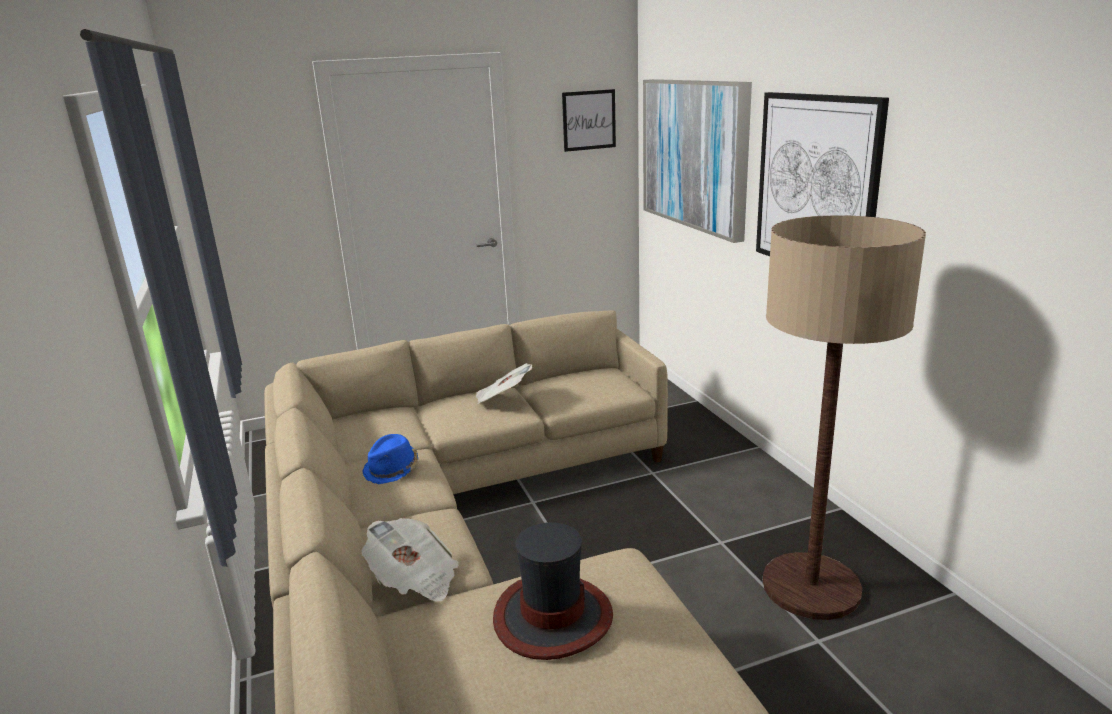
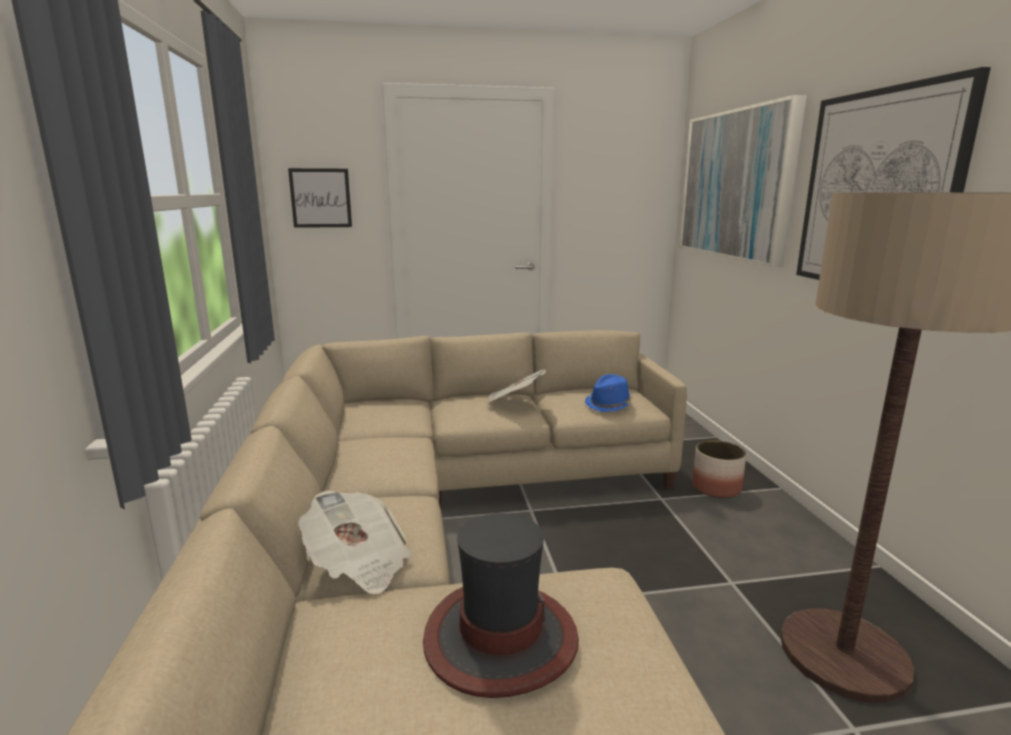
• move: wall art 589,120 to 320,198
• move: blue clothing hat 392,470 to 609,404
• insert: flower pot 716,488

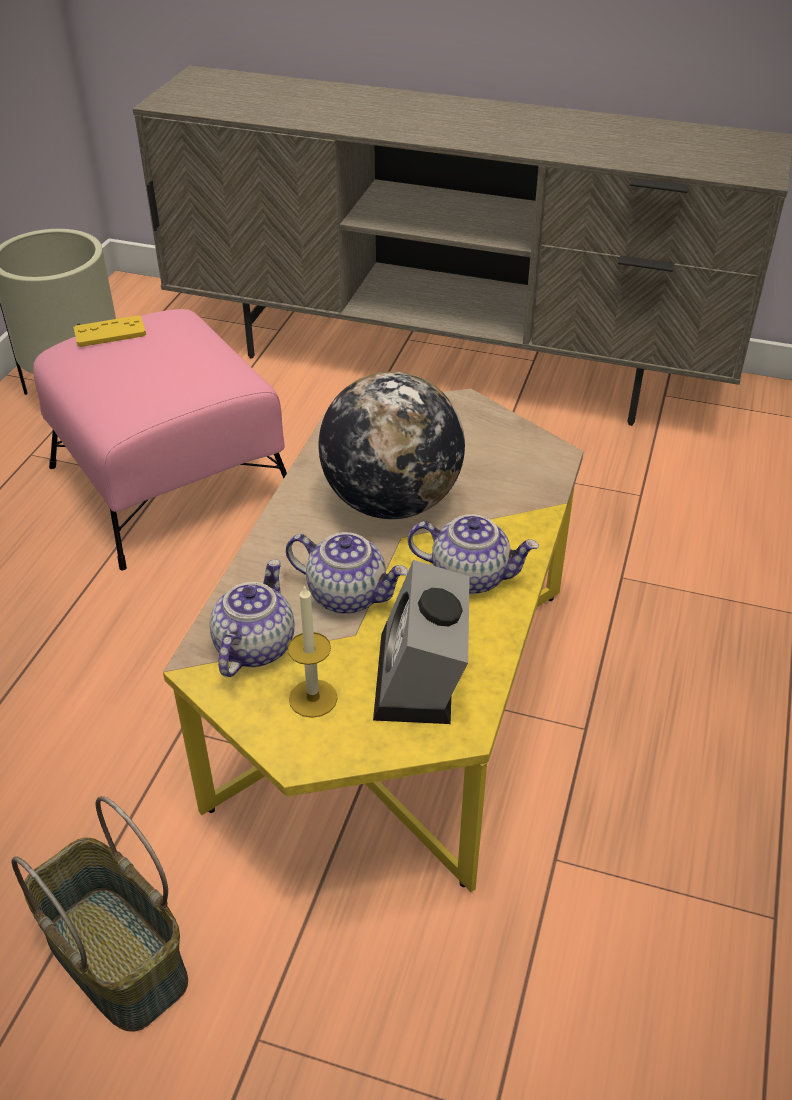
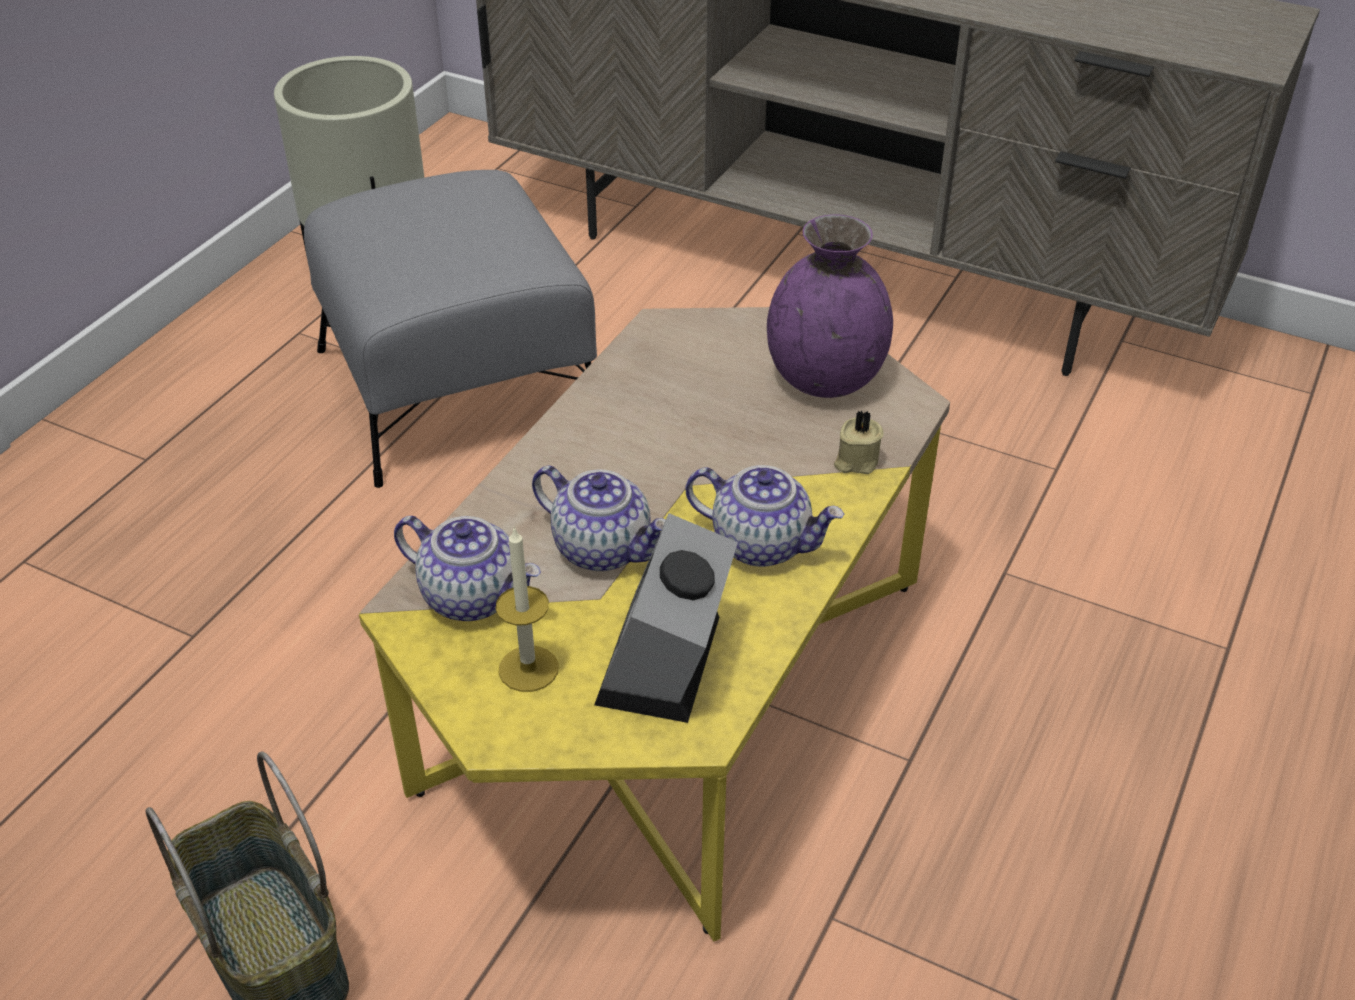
• recolor: pinkish ottoman 171,483 to grey ottoman 459,387
• delete: yellow game controller 110,333
• delete: world globe 391,502
• rotate: pot for tea 254,646 = 473,596 90 degrees clockwise
• insert: purple-coloured decorative vase 825,378
• insert: sand-coloured wax light 855,461

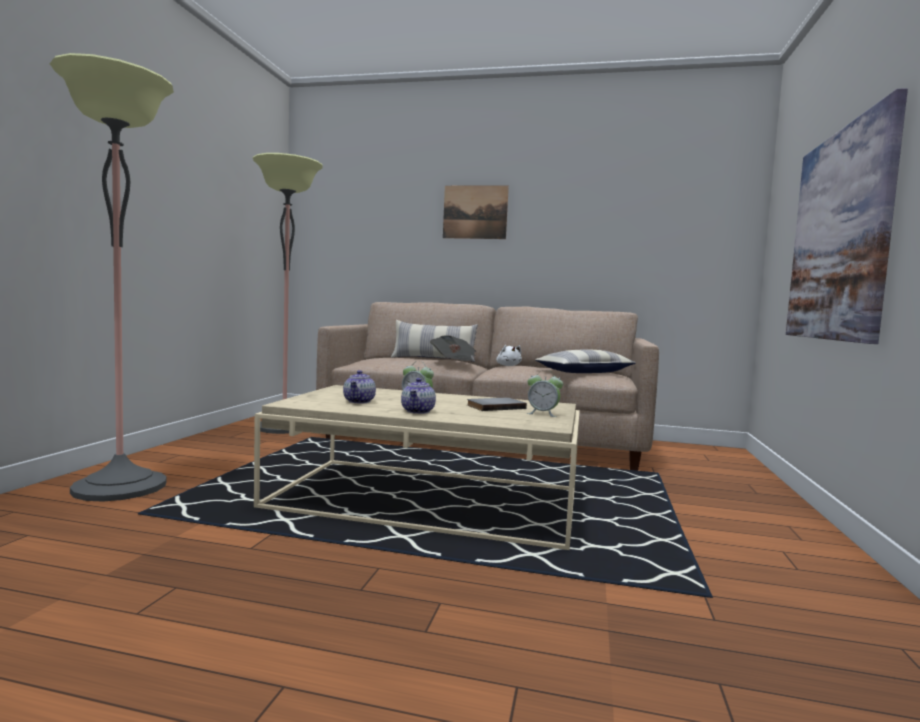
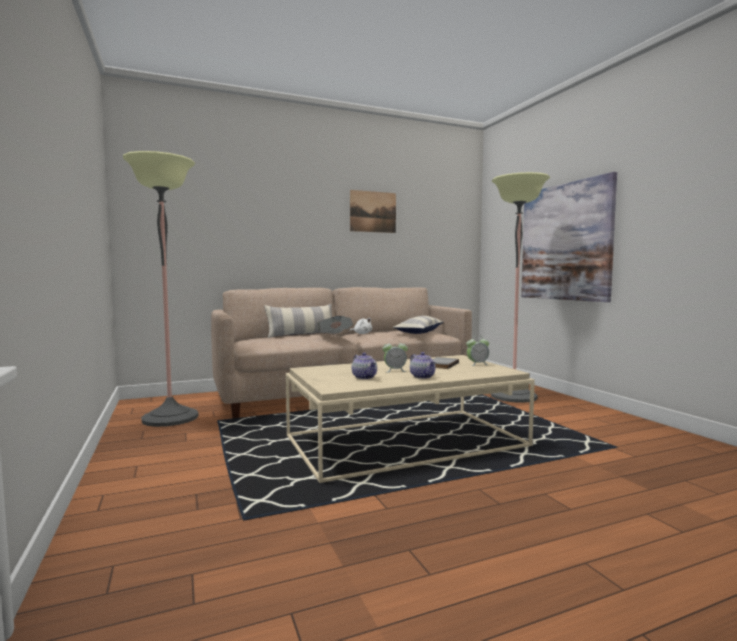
• move: standard lamp 120,487 to 513,396
• move: wall art 475,212 to 373,212

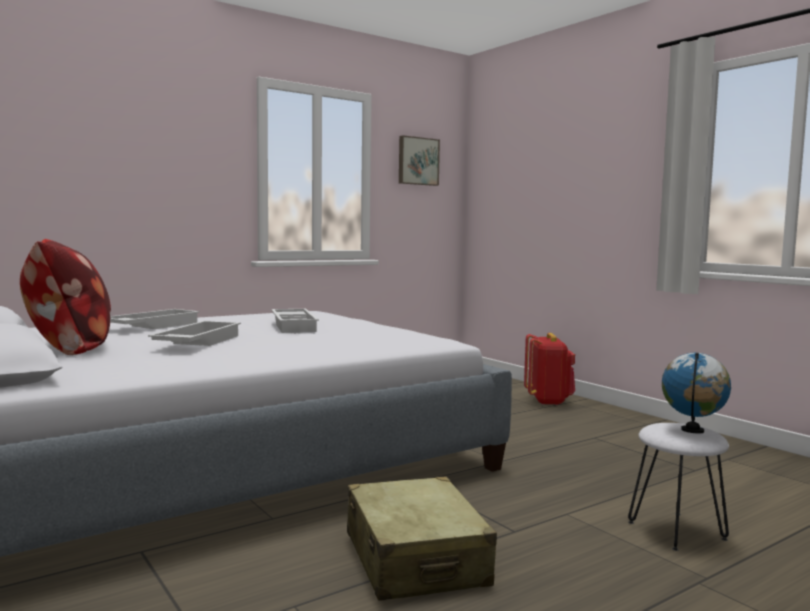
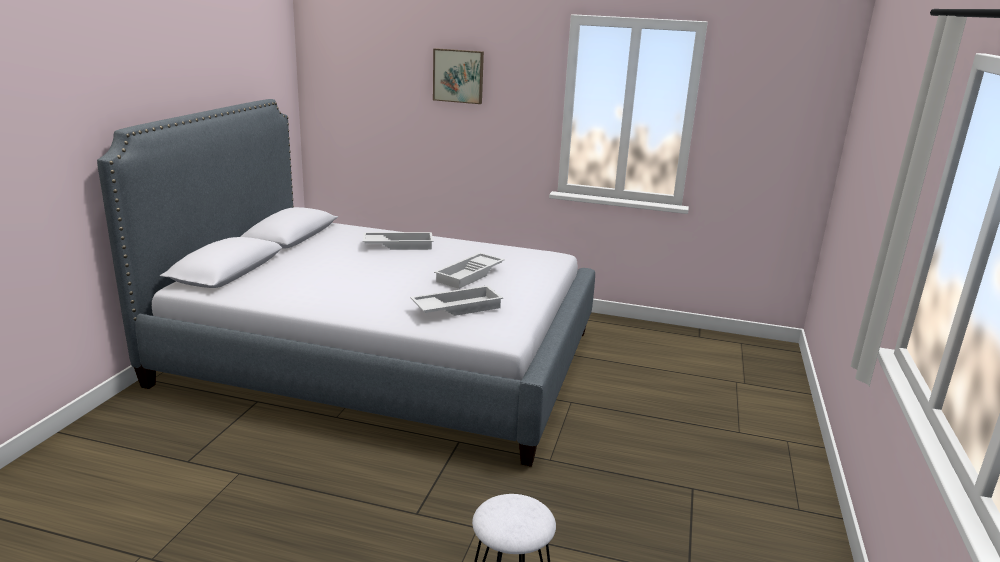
• move: wall art 417,161 to 458,76
• delete: throw pillow 68,347
• move: white-coloured serving tray 196,342 to 457,307
• delete: red-coloured rucksack 548,401
• delete: world globe 693,430
• delete: sand-coloured suitcase 415,559

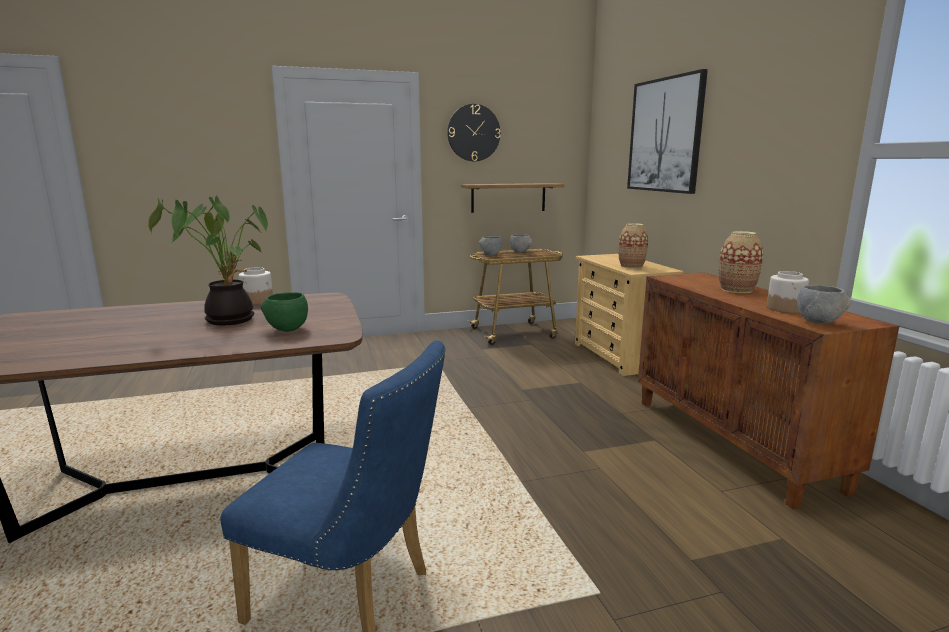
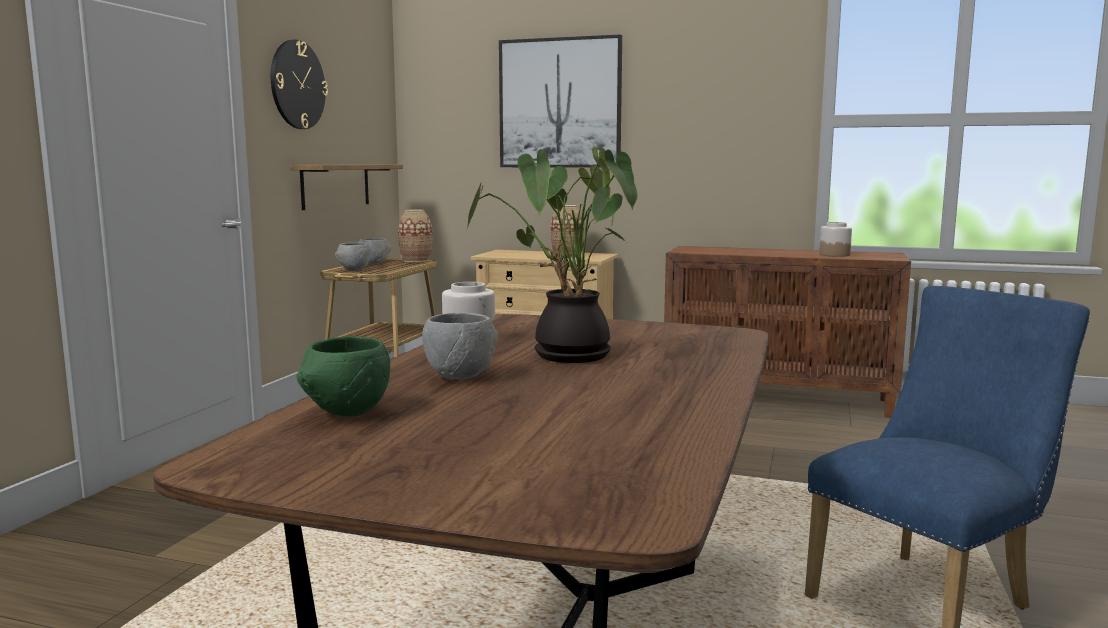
• move: decorative vase 736,290 to 416,260
• move: grey bowl 819,323 to 461,377
• move: greenish bowl 287,330 to 346,414

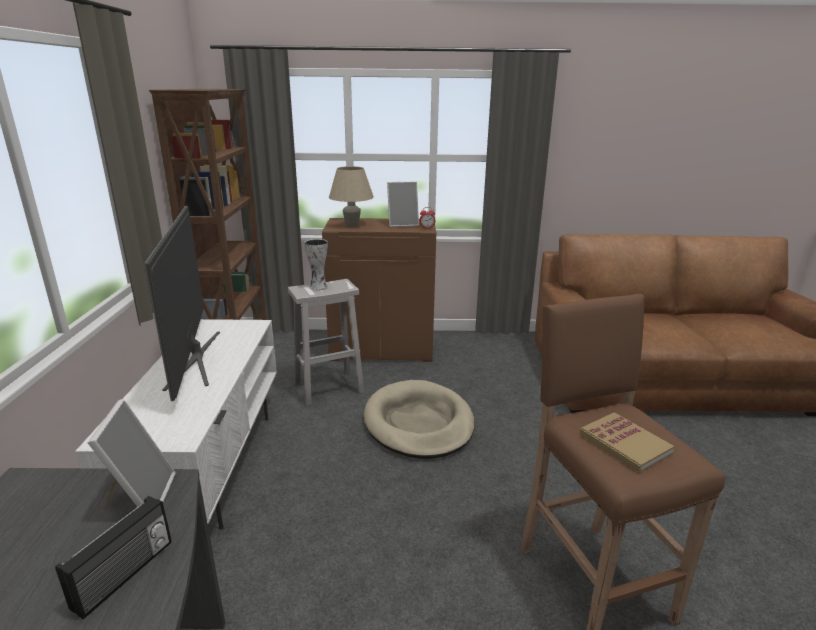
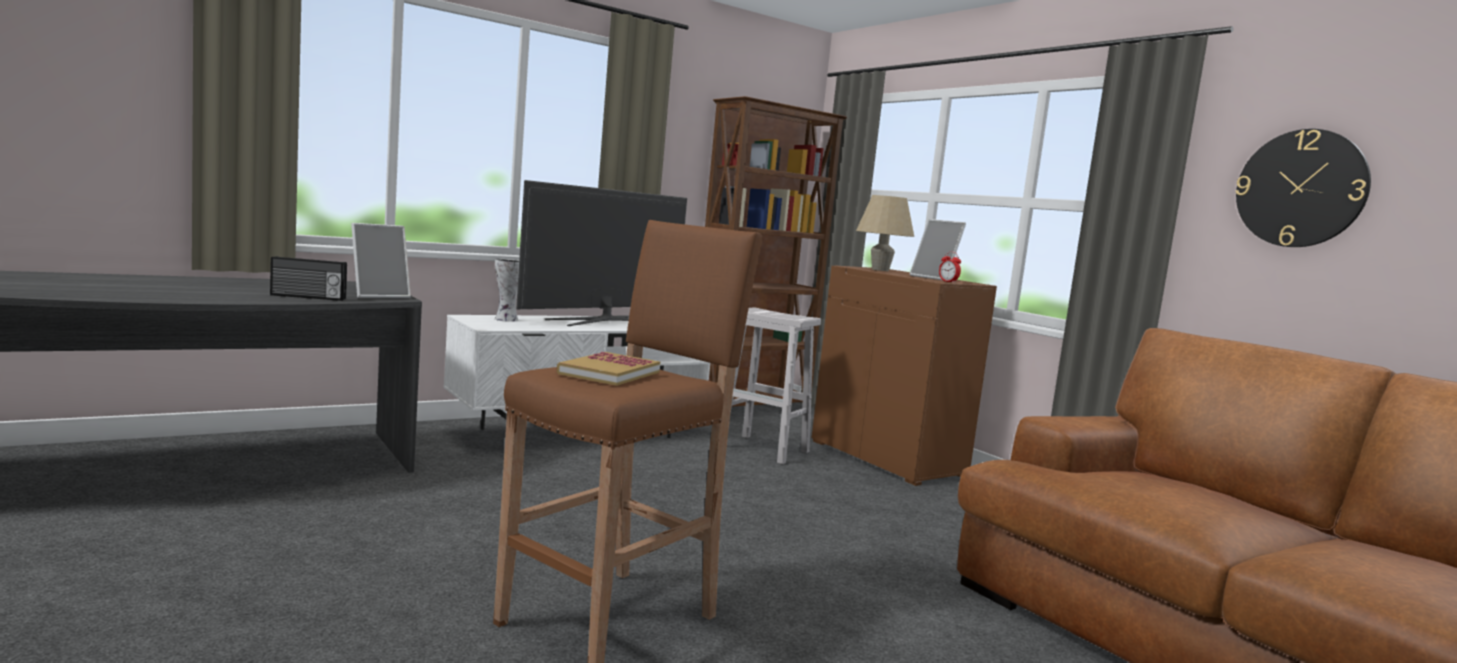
• move: decorative vase 319,287 to 505,319
• delete: sand-coloured dog cushion 418,423
• insert: wall clock 1300,188

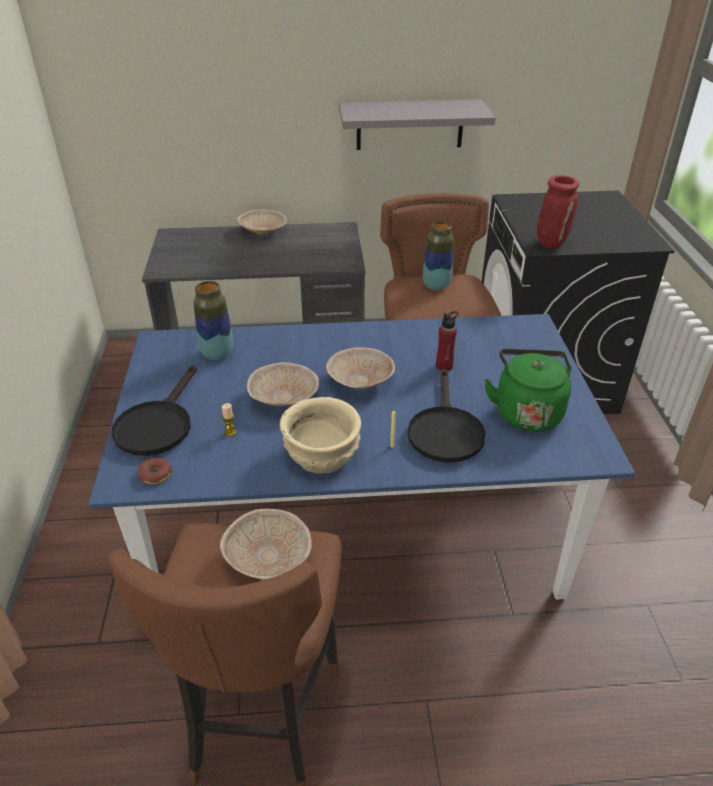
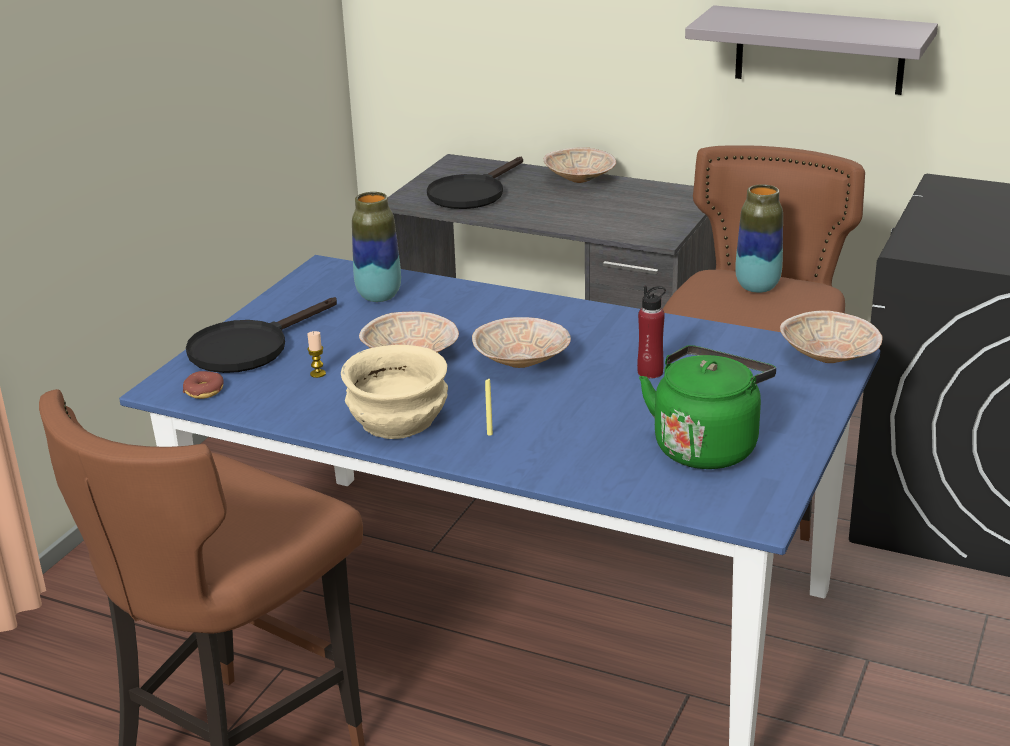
• delete: red-coloured decorative vase 551,243
• move: black skillet 444,430 to 471,193
• move: sand-coloured bowl 269,558 to 830,358

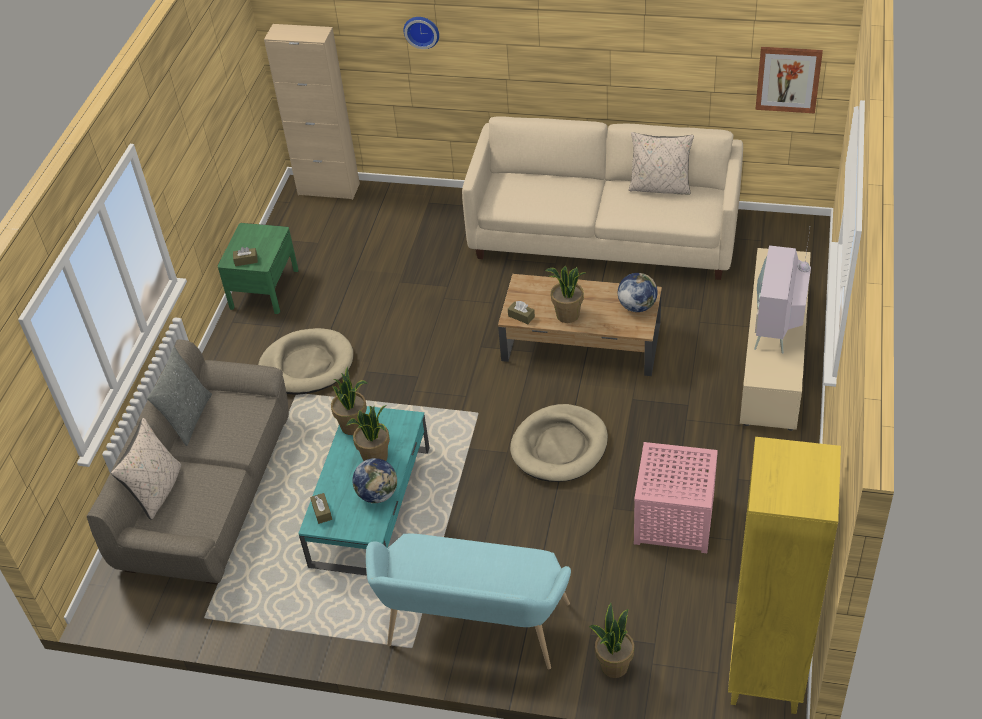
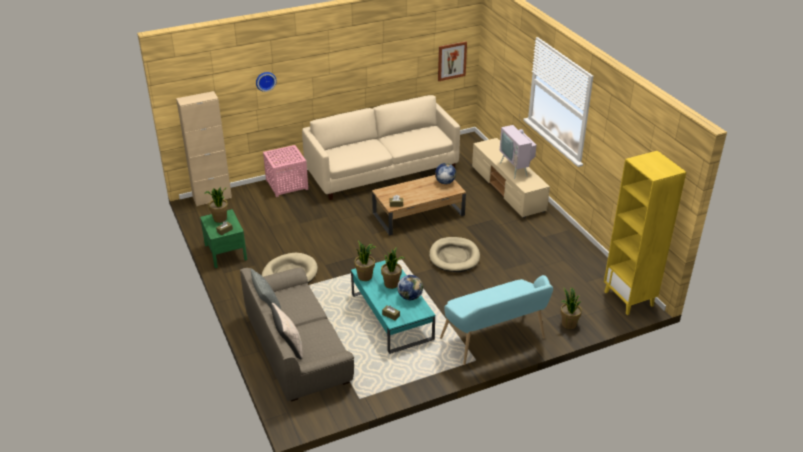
• delete: sand-coloured throw pillow 660,187
• move: houseplant 567,315 to 220,219
• move: pinkish accent table 675,518 to 287,184

